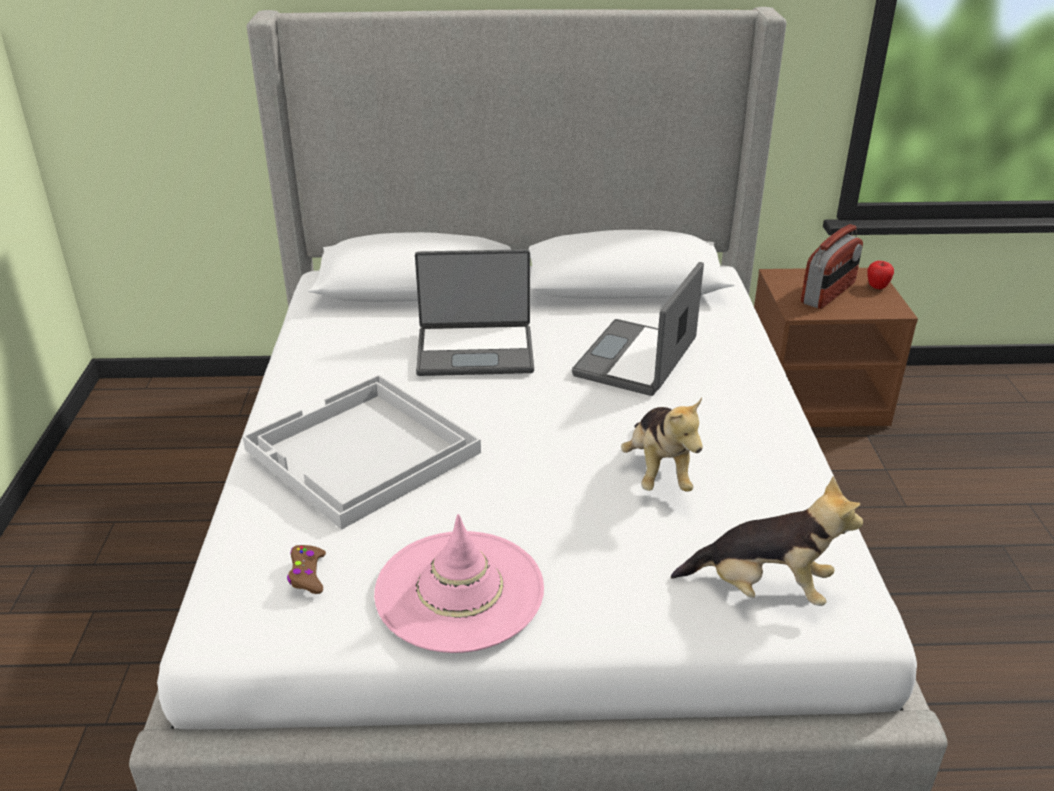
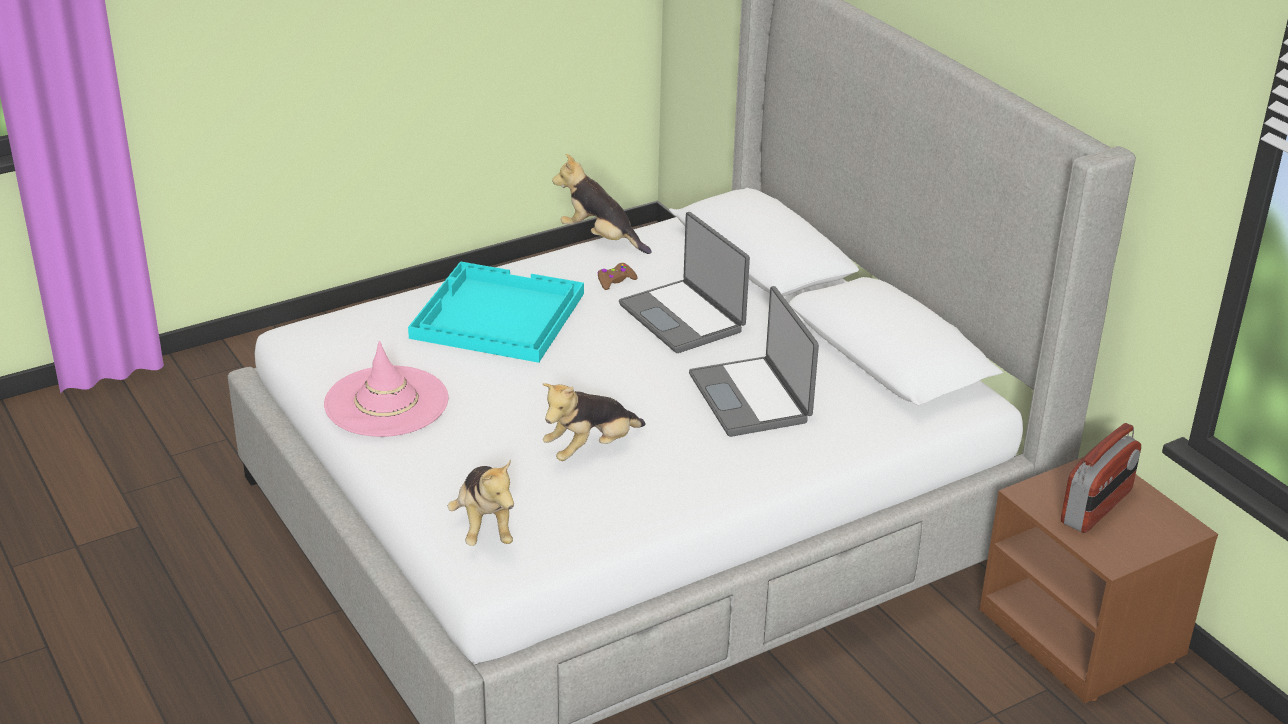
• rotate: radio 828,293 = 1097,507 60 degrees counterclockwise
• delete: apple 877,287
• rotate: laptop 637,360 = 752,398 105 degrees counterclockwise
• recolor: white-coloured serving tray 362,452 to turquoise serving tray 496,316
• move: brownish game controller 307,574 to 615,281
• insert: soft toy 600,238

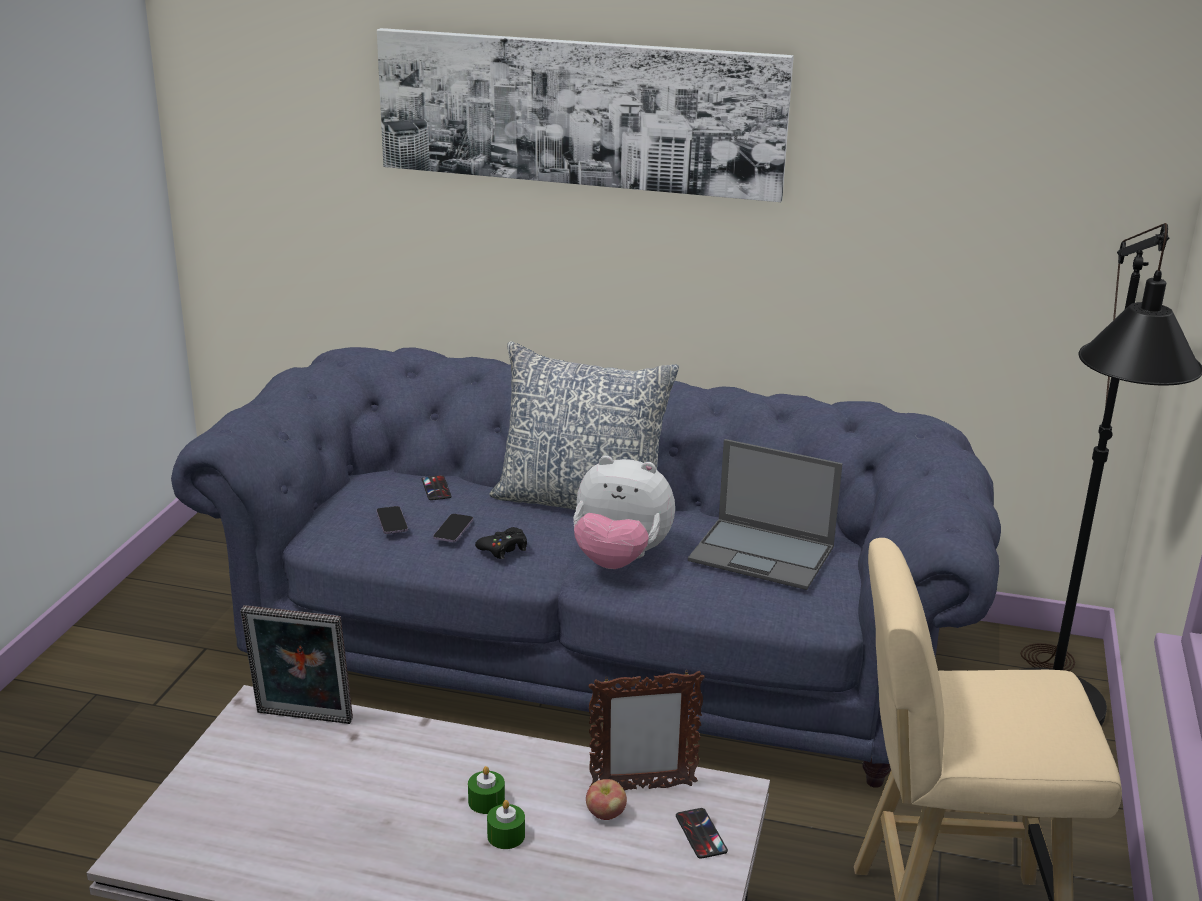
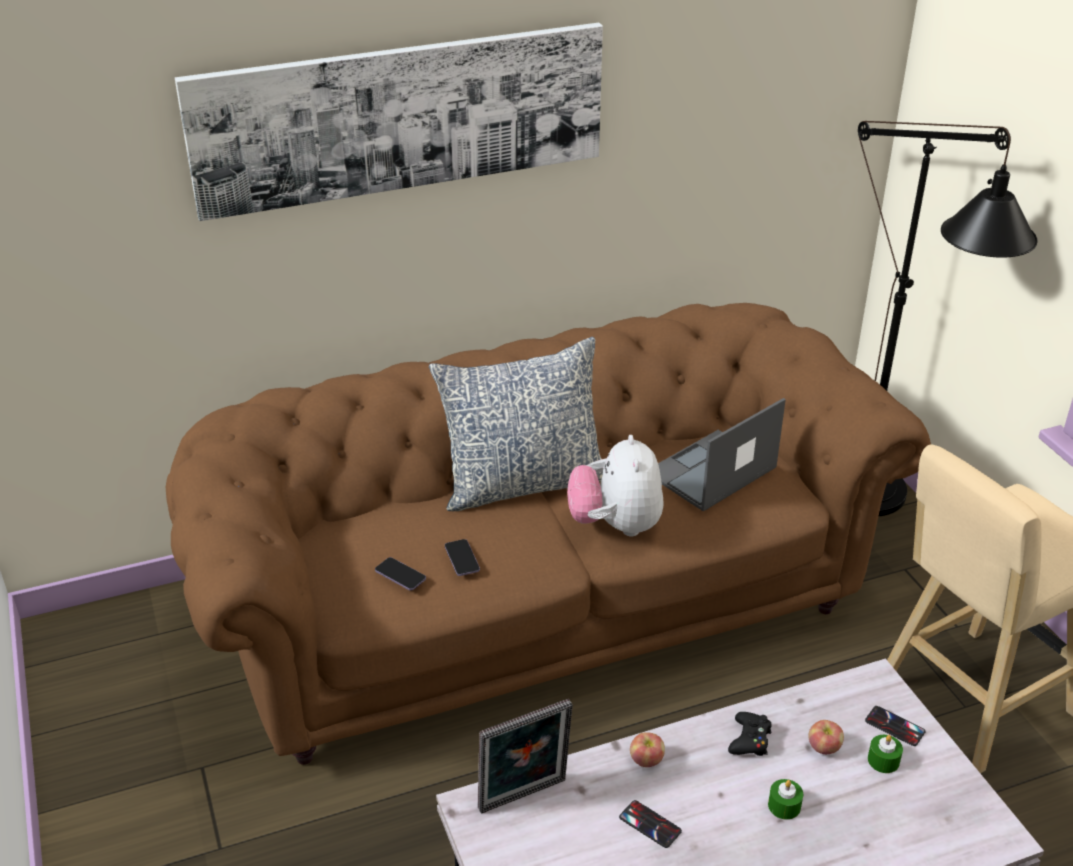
• recolor: blue couch 595,656 to brownish couch 537,603
• rotate: laptop 763,554 = 710,471 150 degrees clockwise
• rotate: soft toy 620,560 = 615,525 105 degrees clockwise
• move: handset 436,488 to 650,824
• move: black game controller 504,549 to 750,740
• delete: photo frame 642,788
• move: greenish wax light 486,801 to 883,760
• insert: apple 646,760

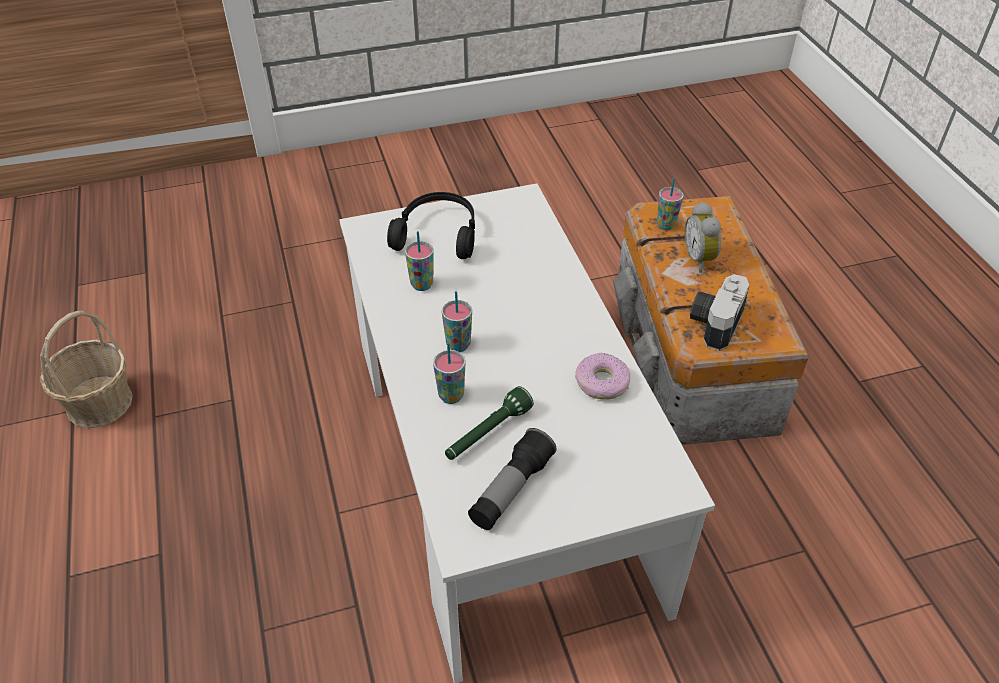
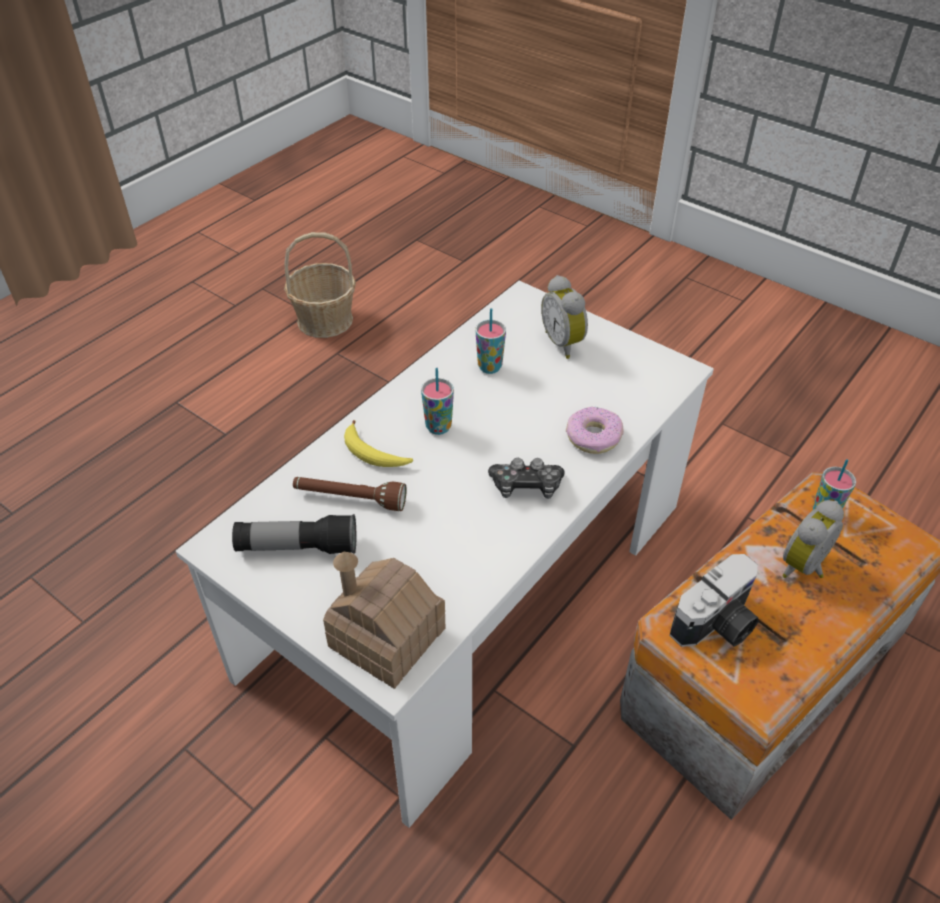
• replace: black headset 438,234 to table clock 564,343
• rotate: still camera 713,322 = 718,625 150 degrees clockwise
• replace: cup 451,396 to whole banana 374,454
• move: doughnut 601,383 to 593,437
• recolor: greenish flashlight 487,433 to brownish flashlight 349,499
• insert: game controller 526,486
• insert: miniature house 386,637

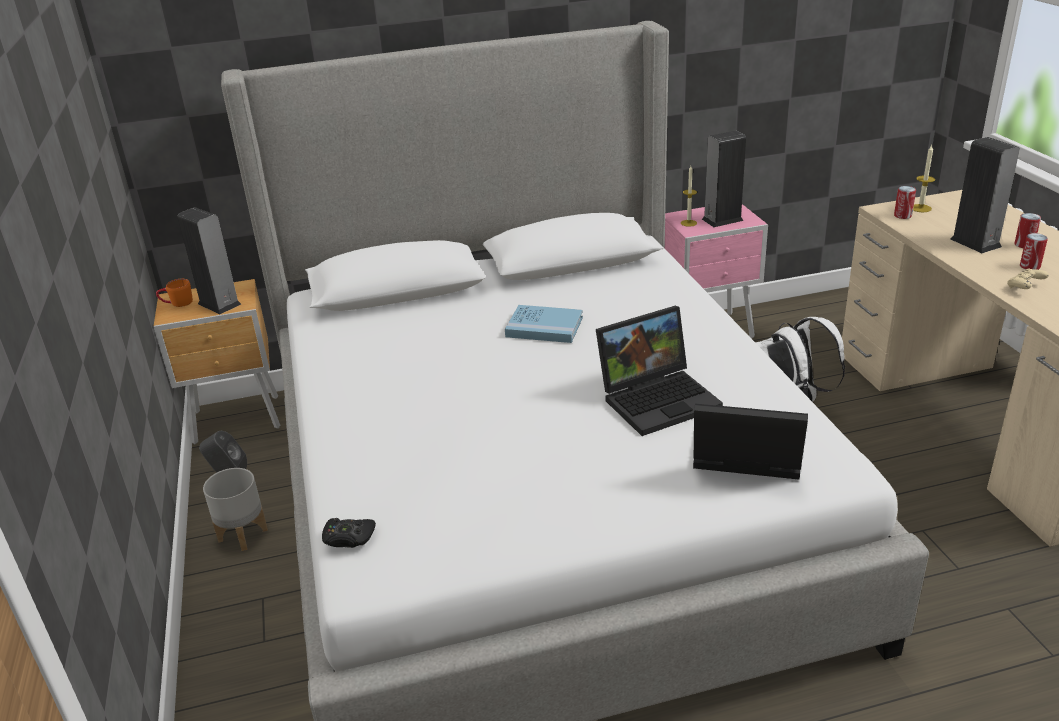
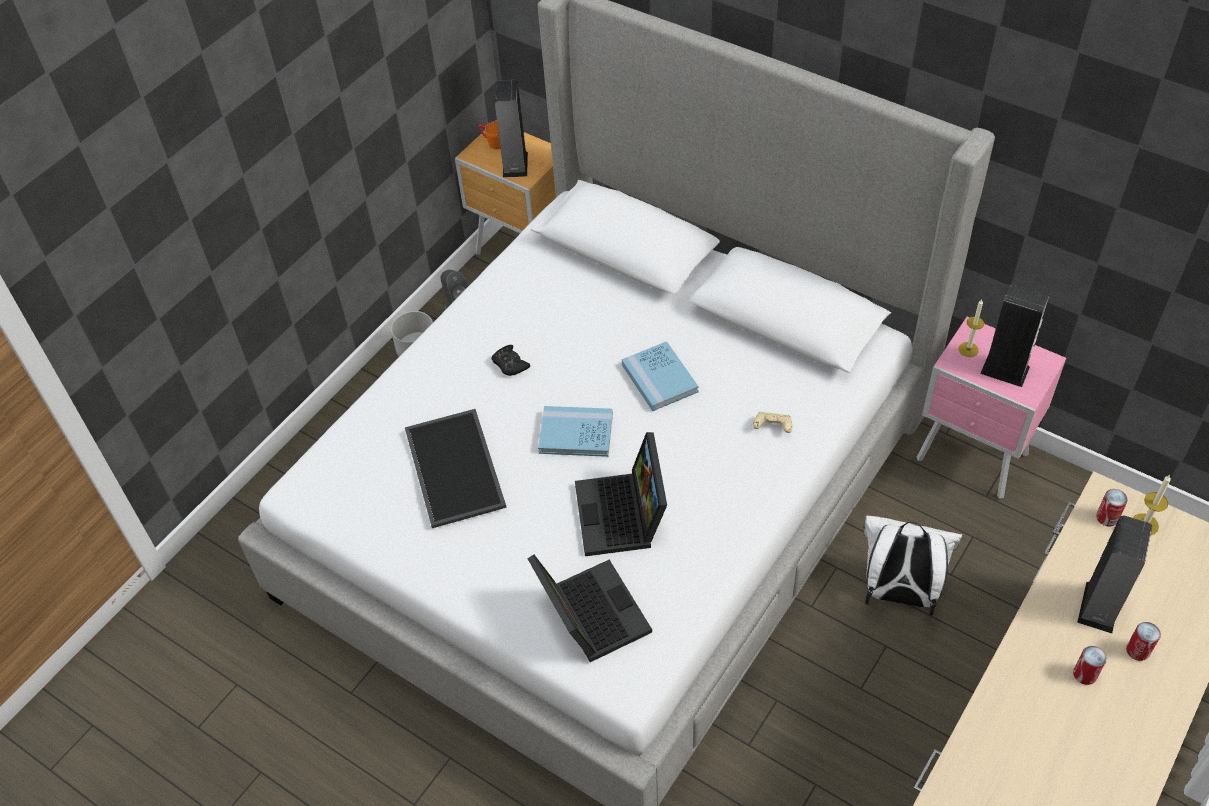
• move: sand-coloured game controller 1024,287 to 772,427
• rotate: laptop 659,398 = 623,516 60 degrees clockwise
• move: black game controller 348,538 to 510,364
• insert: blue book 576,433
• insert: serving tray 457,468

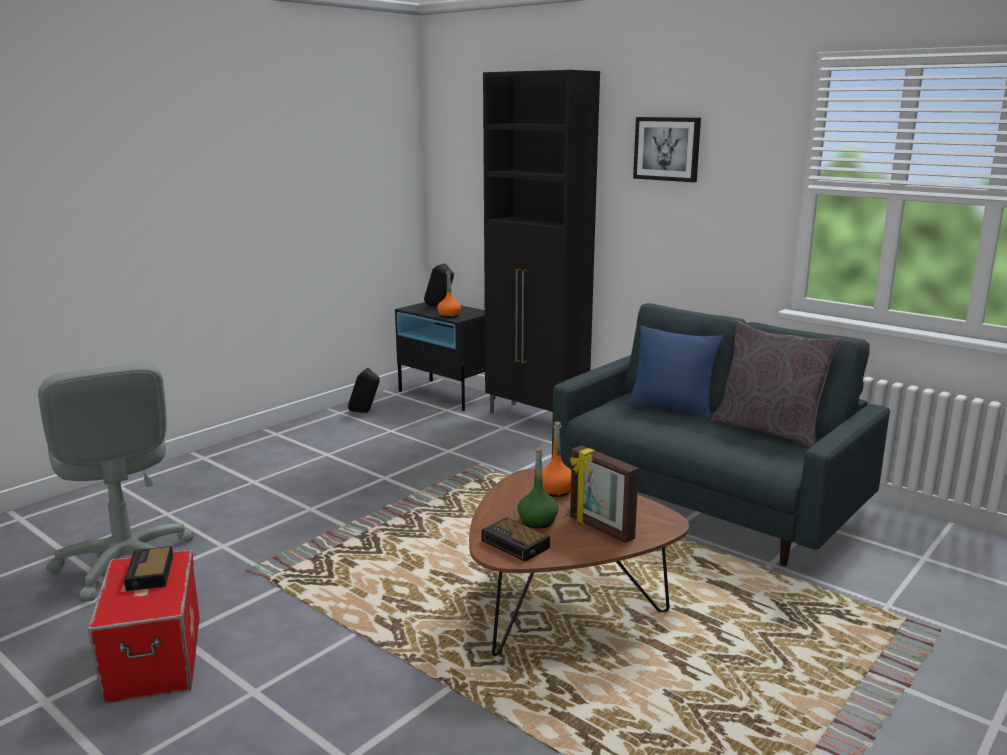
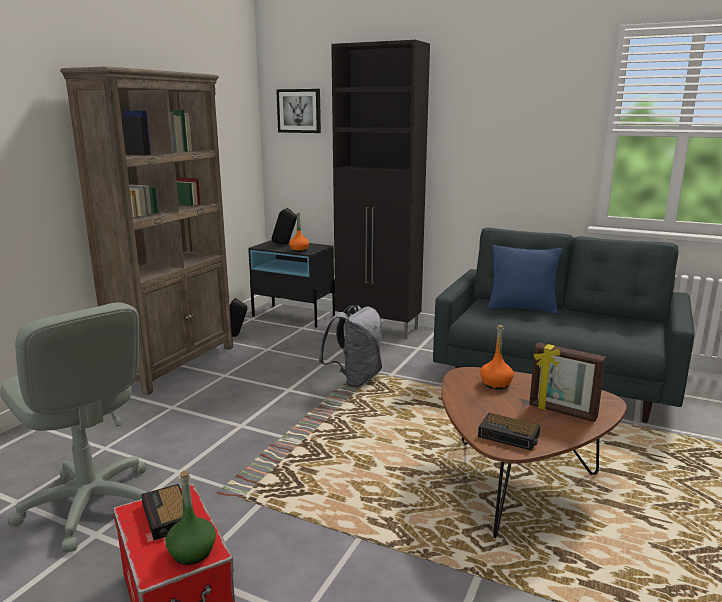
• move: wall art 667,149 to 299,111
• delete: grey throw pillow 768,430
• move: greenish beverage bottle 537,521 to 192,552
• insert: brownish bookcase 176,364
• insert: grey rucksack 355,379

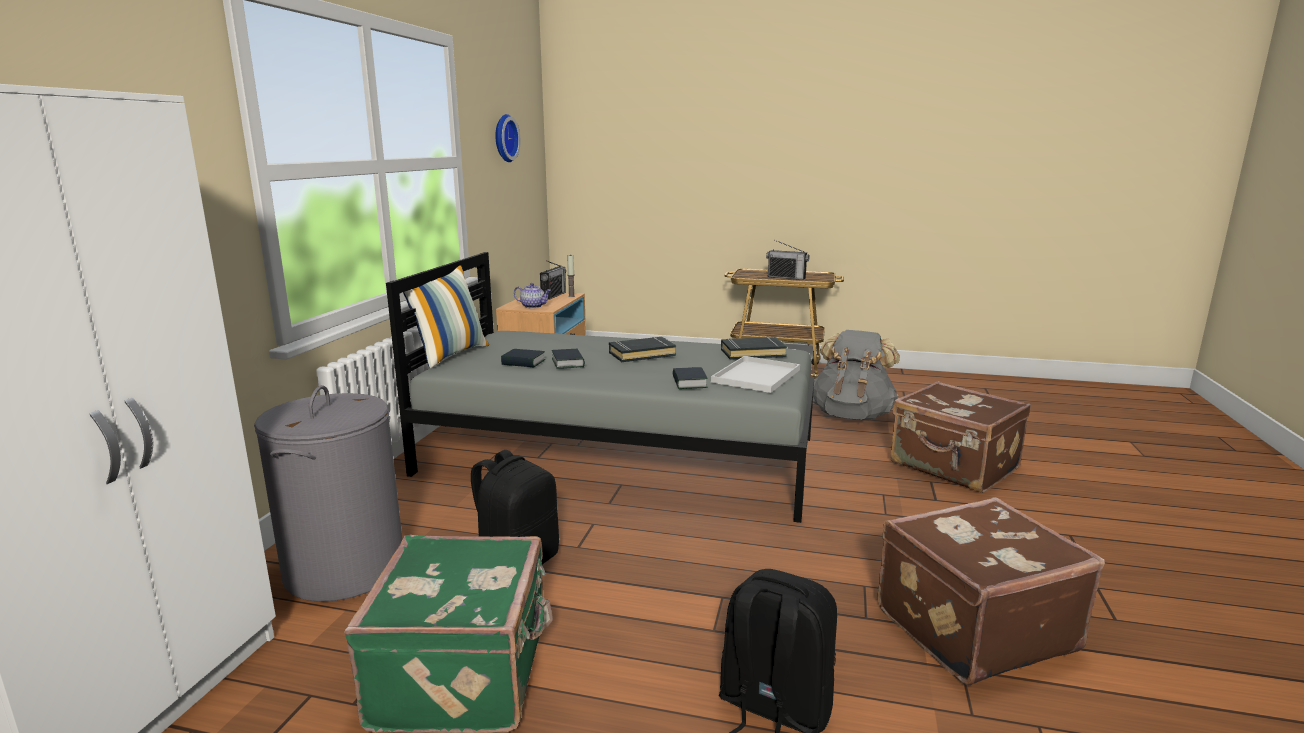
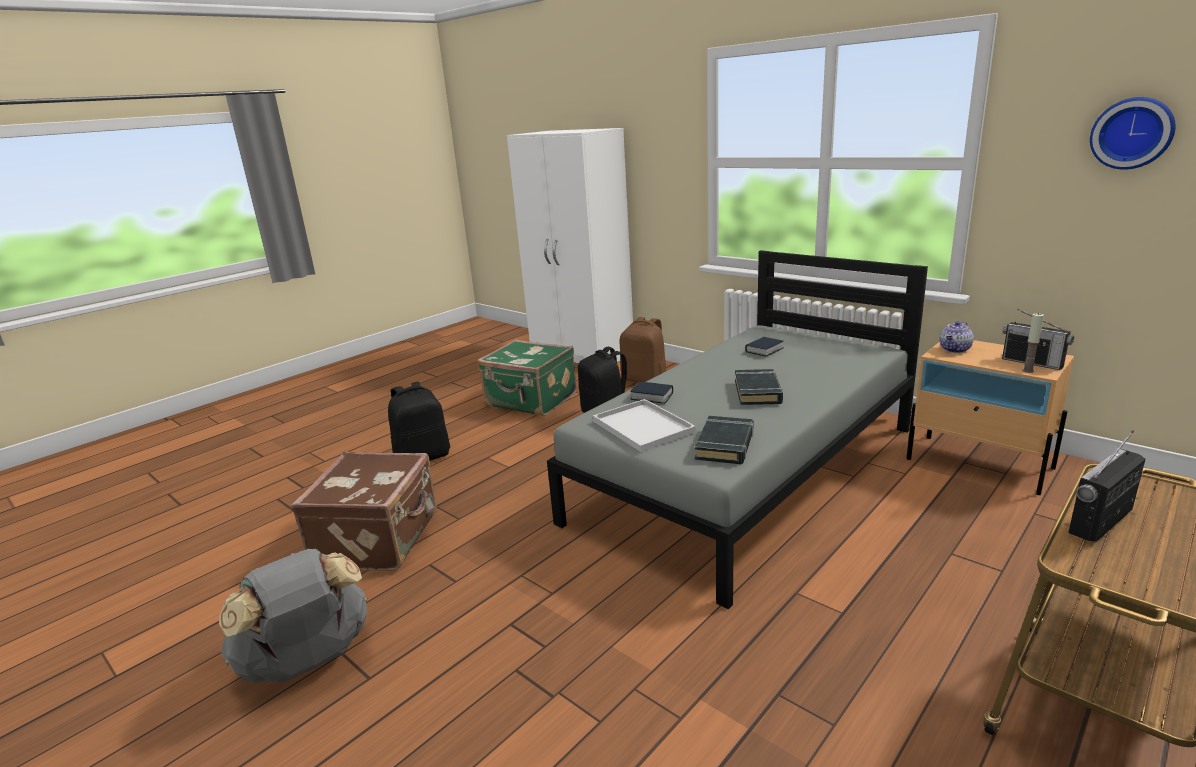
• delete: throw pillow 449,354
• move: grey rucksack 851,415 to 308,662
• delete: book 568,363
• delete: brownish suitcase 953,467
• replace: grey hamper 345,568 to brownish rucksack 645,379

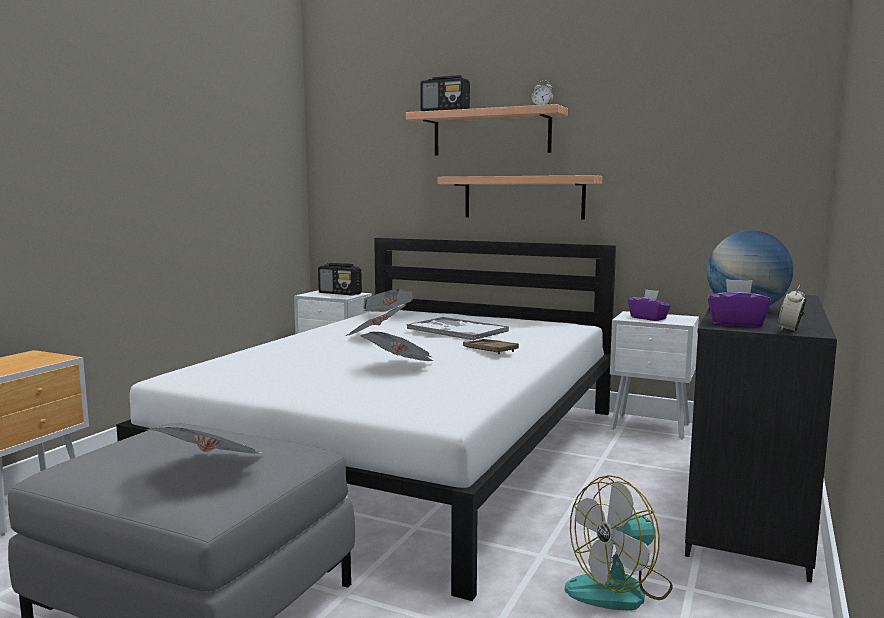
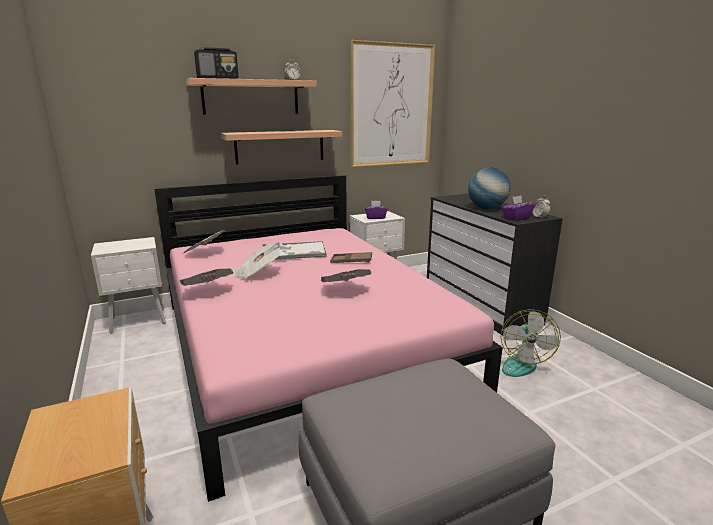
• recolor: white-coloured bed 410,452 to pinkish bed 304,346
• delete: radio 340,293
• move: daily paper 212,470 to 208,291
• insert: wall art 391,106

